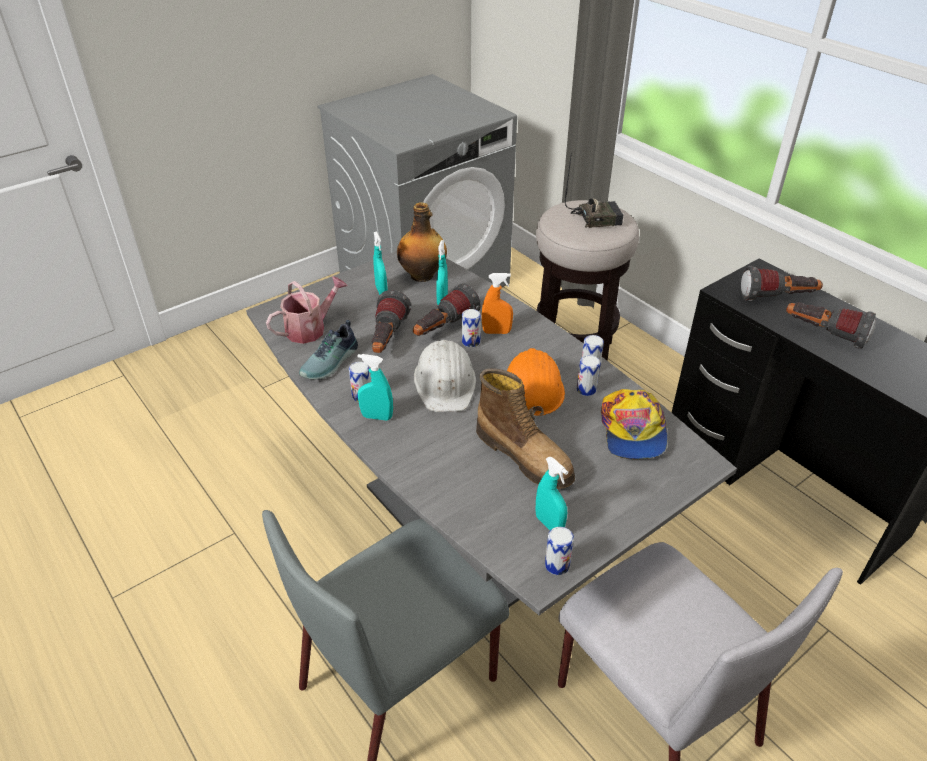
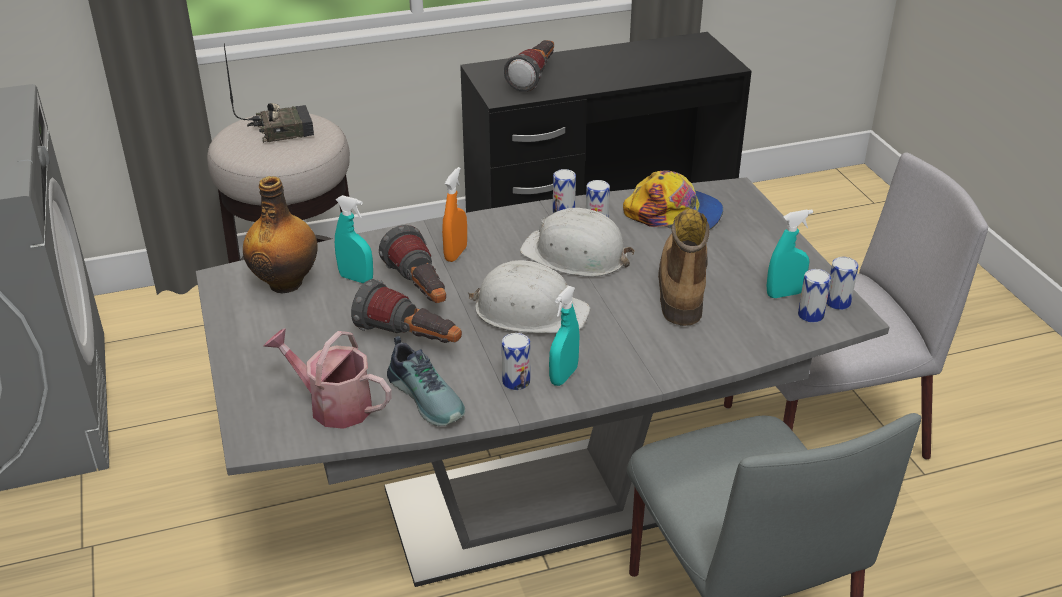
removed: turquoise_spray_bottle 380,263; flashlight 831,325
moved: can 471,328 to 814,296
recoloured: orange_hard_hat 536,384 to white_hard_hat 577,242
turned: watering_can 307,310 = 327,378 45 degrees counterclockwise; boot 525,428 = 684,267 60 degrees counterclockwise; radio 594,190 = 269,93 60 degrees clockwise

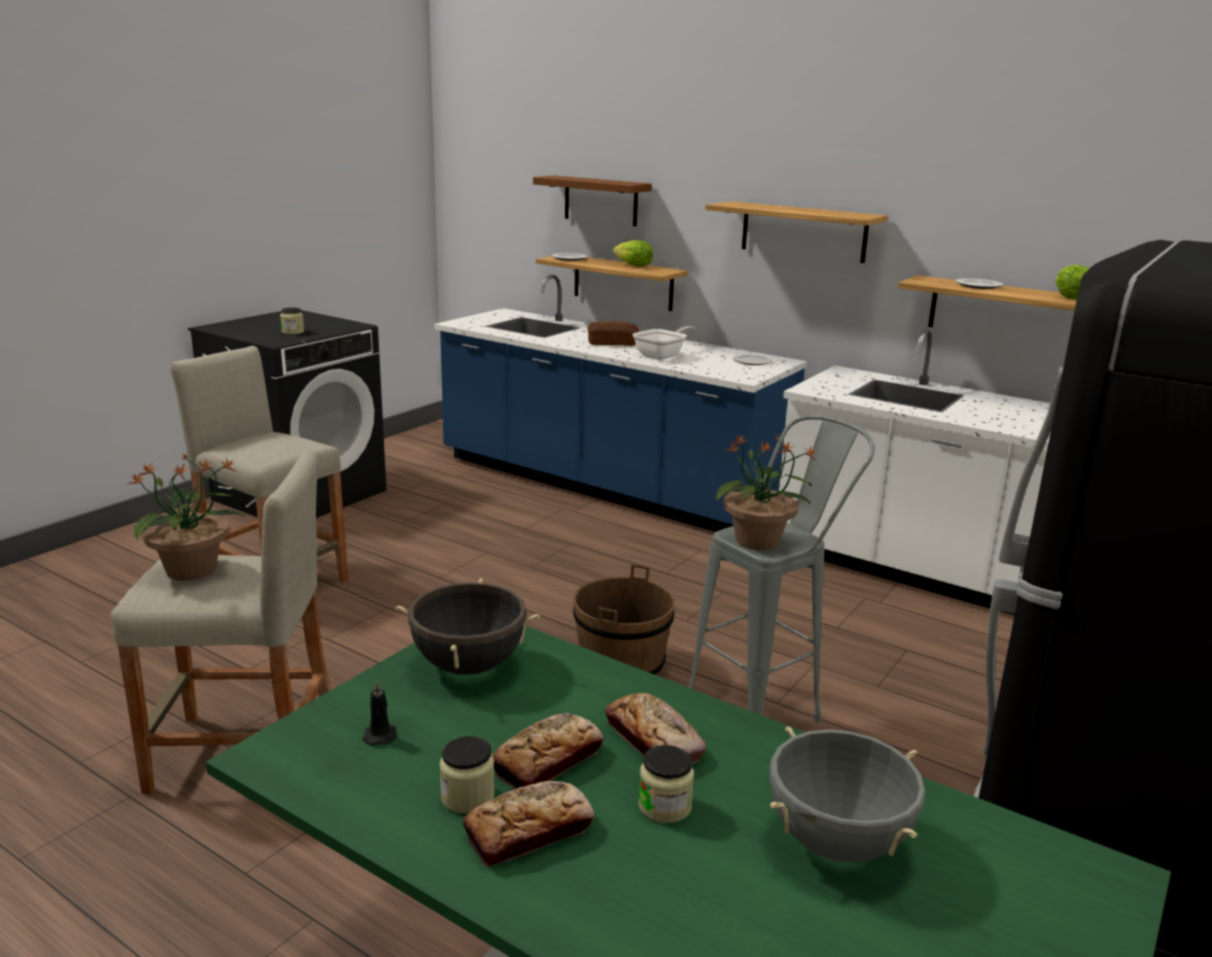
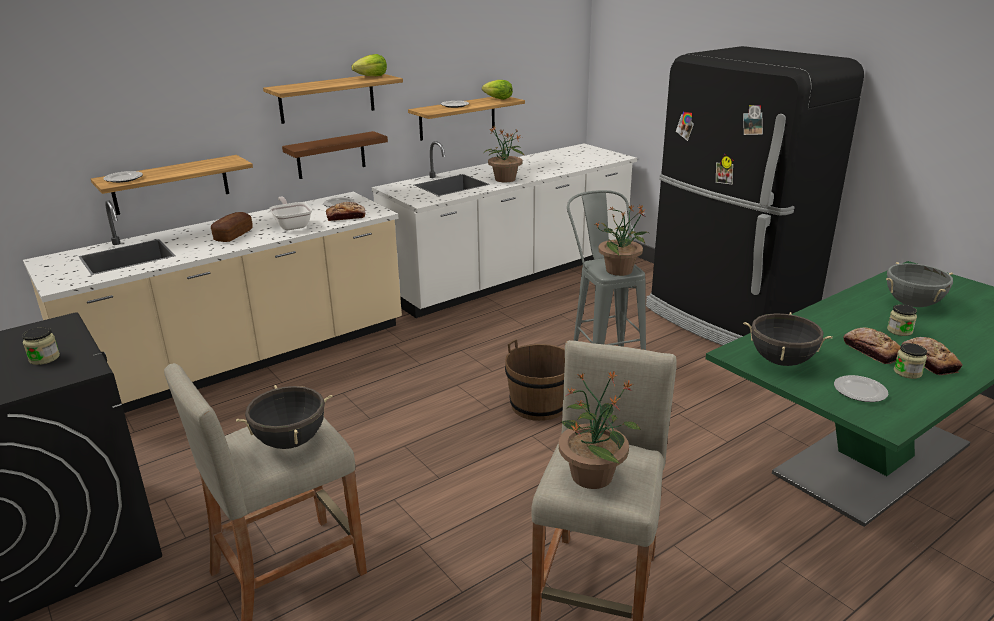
added: black_cooking_pot 284,417; potted_plant 504,154
moved: brown_shelf 592,201 to 335,155; bread 655,728 to 346,211; lettuce 633,253 to 369,65
replaced: black_candle 379,713 to plate 861,388
recoloured: blue_counter 620,403 to beige_counter 212,302

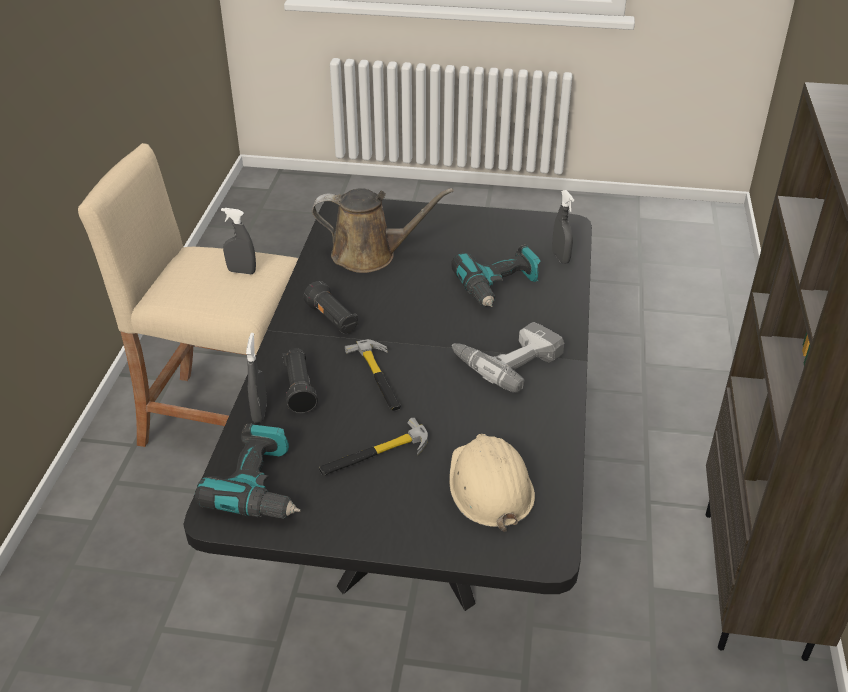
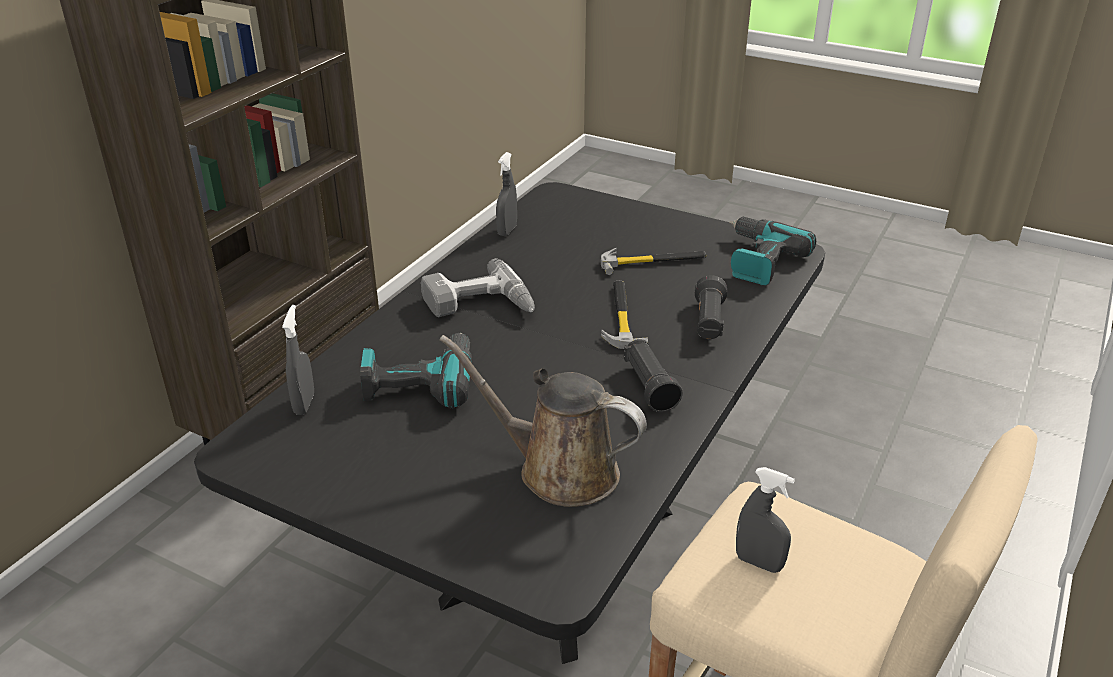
removed: beige_hard_hat 492,483
moved: grey_spray_bottle 256,378 to 506,194

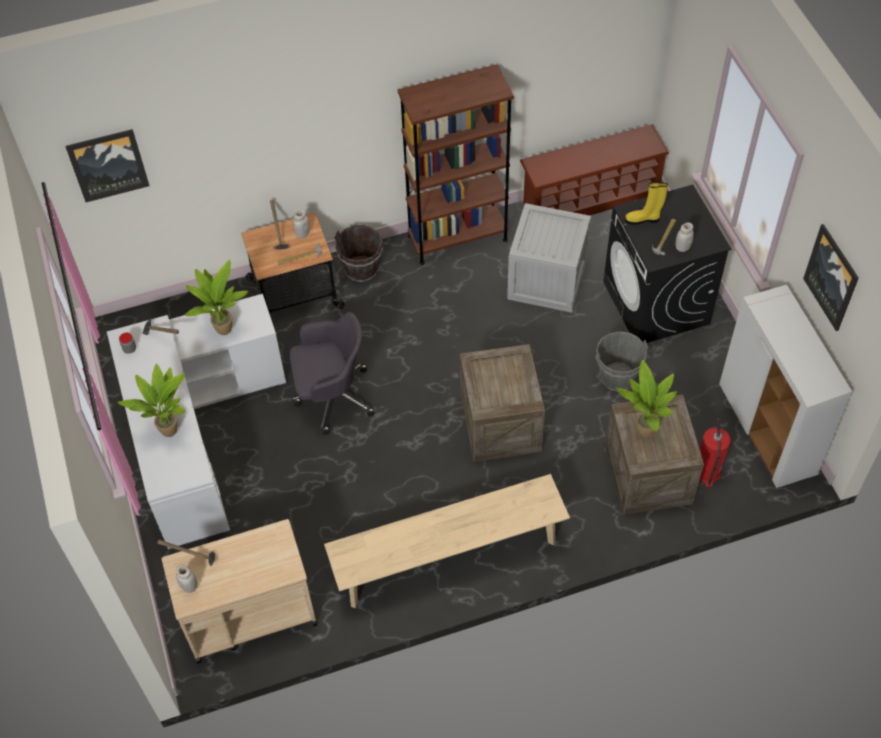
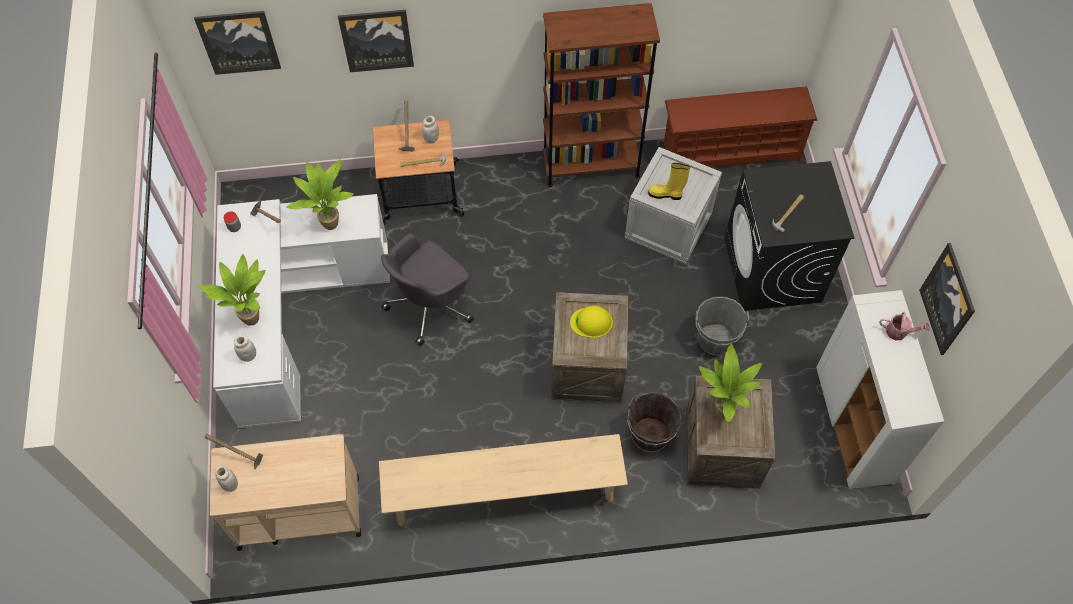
removed: fire_extinguisher 715,452
added: picture 376,41; yellow_hard_hat 591,322; watering_can 904,326
moved: brown_bucket 358,253 to 654,422; yellow_boot 646,203 to 669,181; white_jar 684,237 to 245,348
turned: grey_office_chair 332,373 = 427,289 135 degrees clockwise

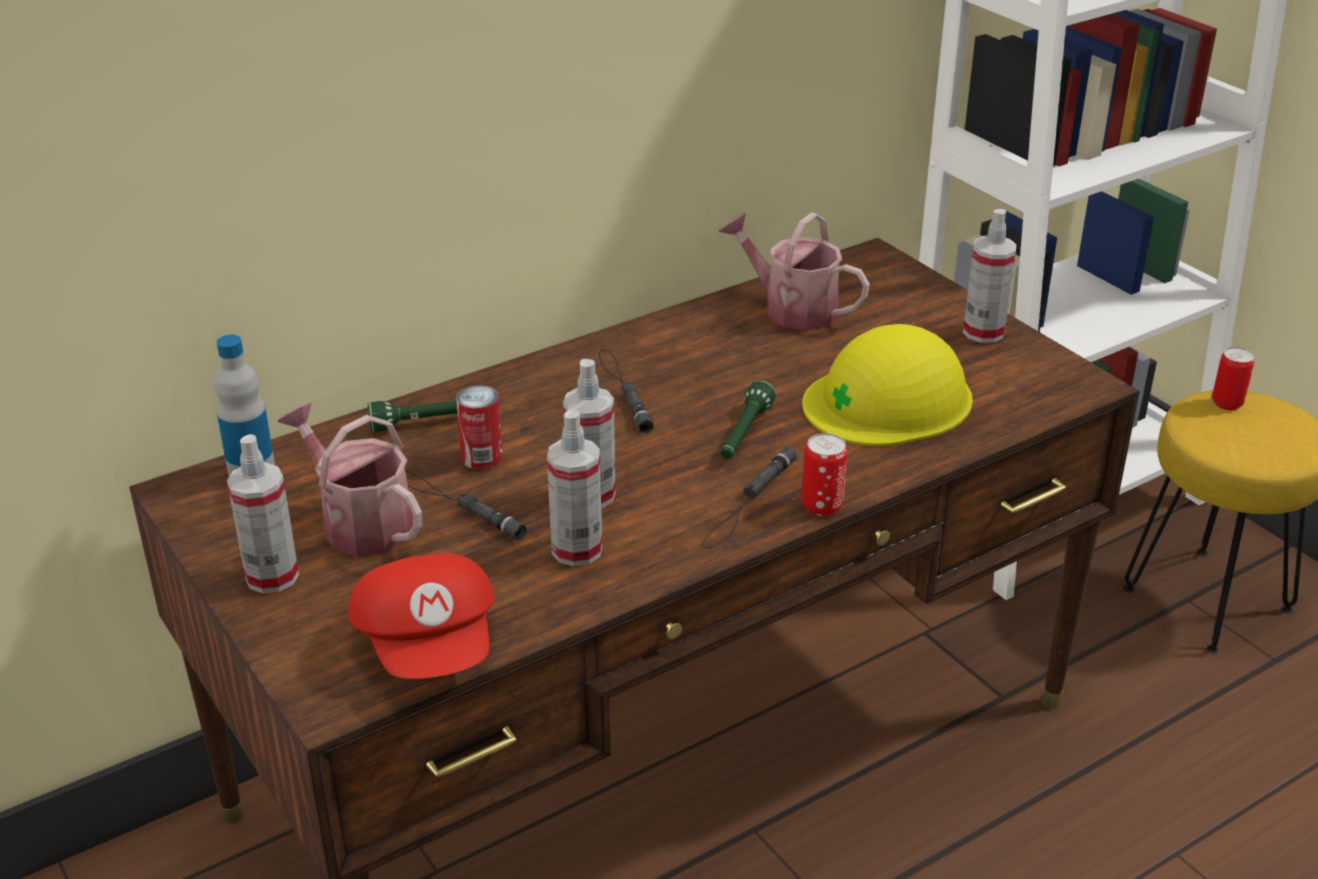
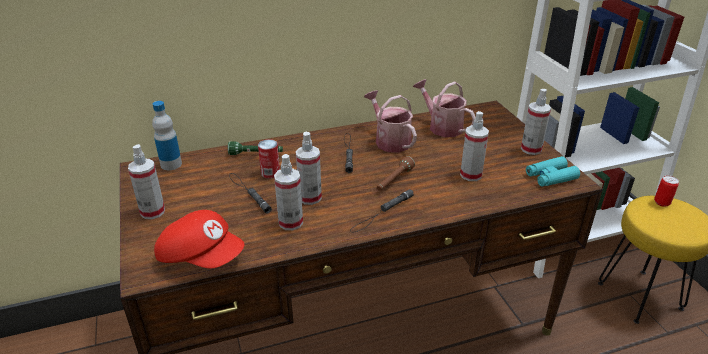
removed: can 824,474
added: turquoise_binoculars 553,171
moved: watering_can 350,479 to 390,121
replaced: yellow_hard_hat 887,385 to spray_bottle 474,146
recoloured: green_flashlight 748,419 to brown_flashlight 396,173
turned: red_cap 421,616 = 199,239 60 degrees counterclockwise

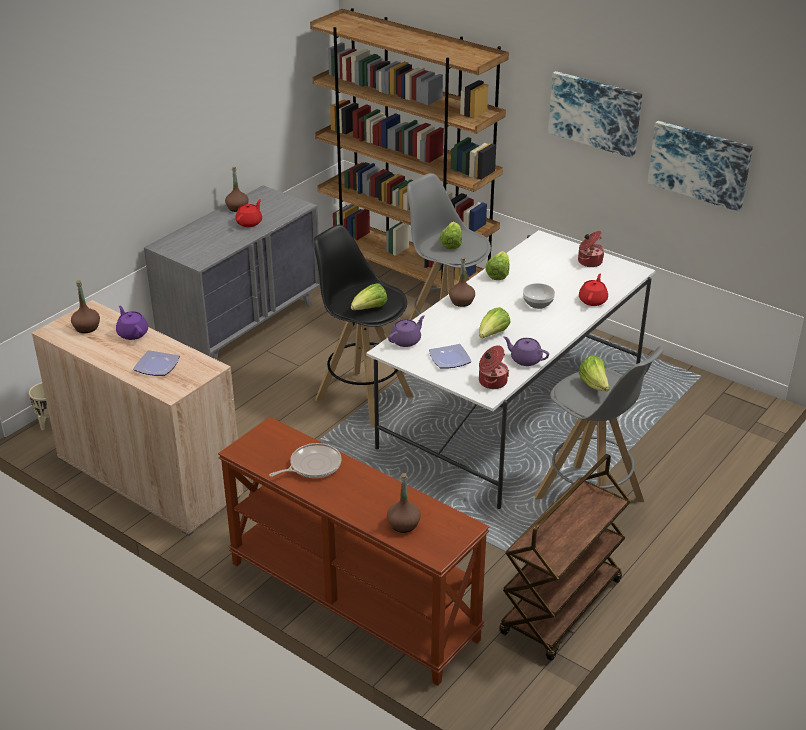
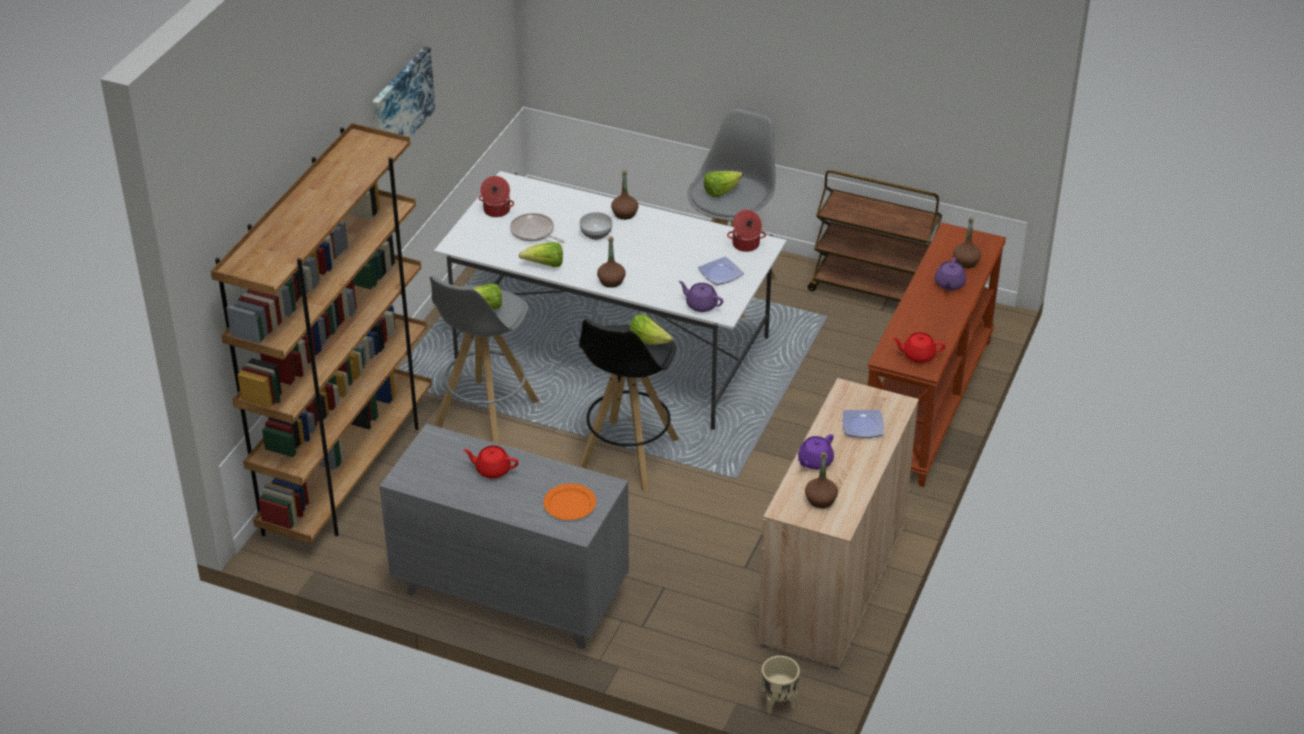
removed: lettuce 495,322; picture 700,166
added: orange_plate 569,501
moved: brown_bottle 237,189 to 624,195; frying_pan 305,460 to 537,228; purple_teapot 526,351 to 950,273; red_teapot 593,289 to 918,347

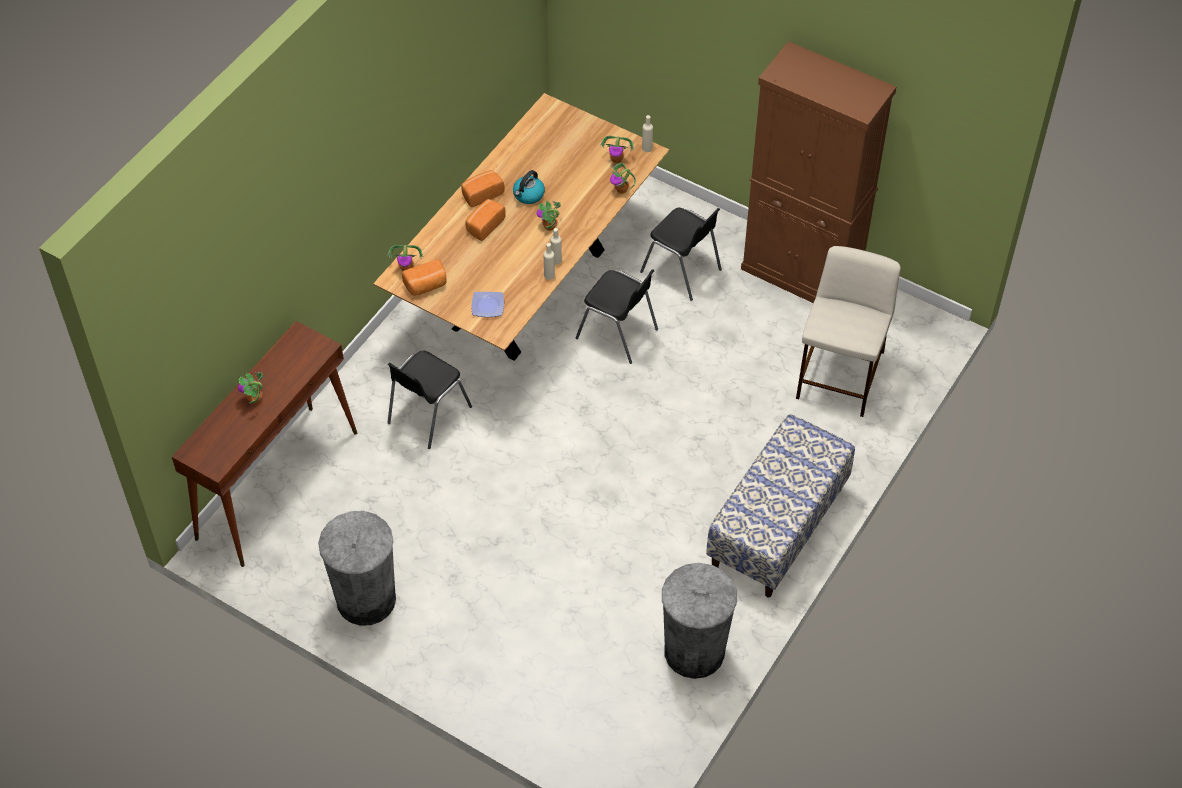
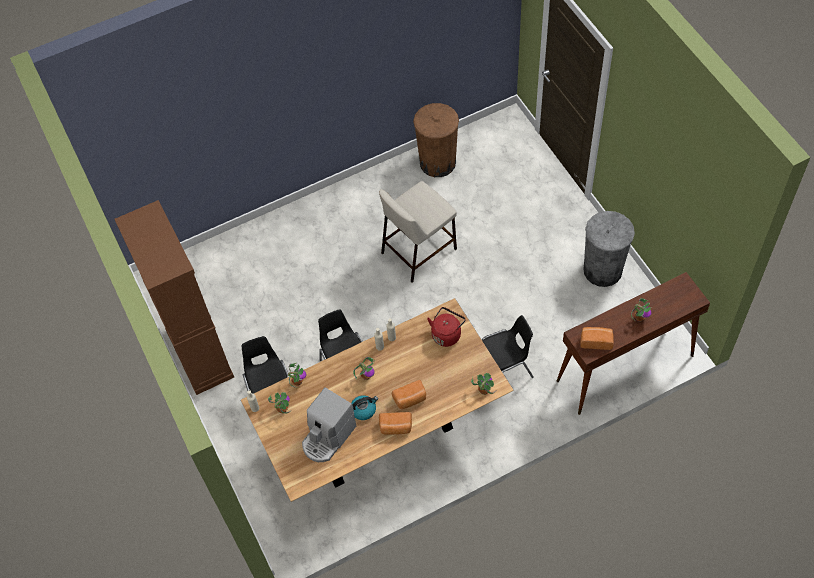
removed: bench 780,506
added: coffee_machine 329,425
moved: bread 424,277 to 597,338; beige_stool 848,331 to 418,232
replaced: plate 488,304 to red_kettle 446,327
recoloured: grey_trash_can 699,621 to brown_trash_can 436,140

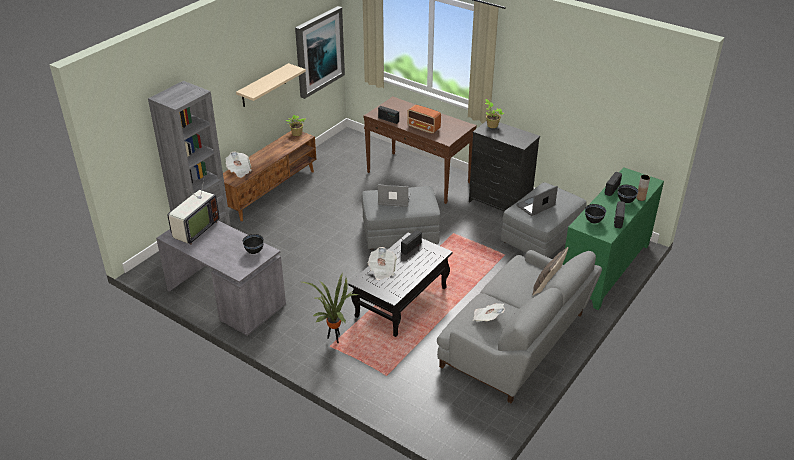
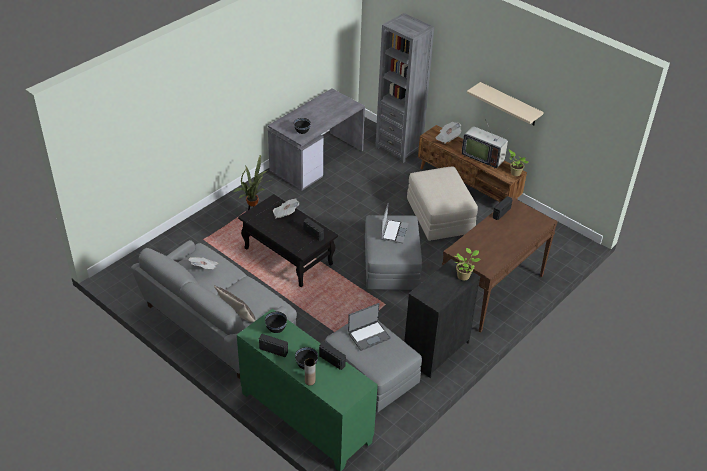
removed: picture 320,52; radio 424,119
added: beige_ottoman 442,204
moved: television 193,207 to 485,145
turned: laptop 537,201 = 369,327 90 degrees clockwise

